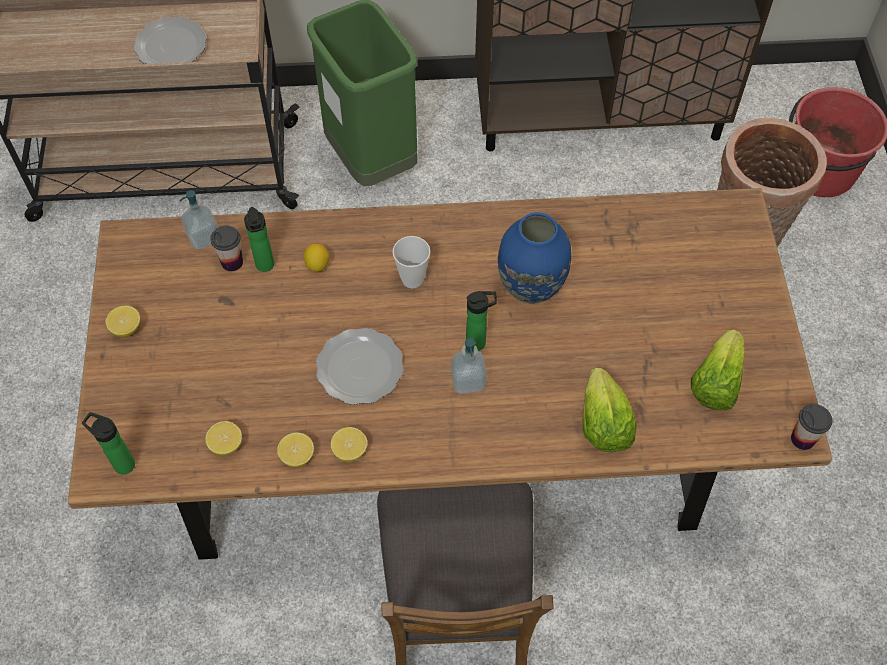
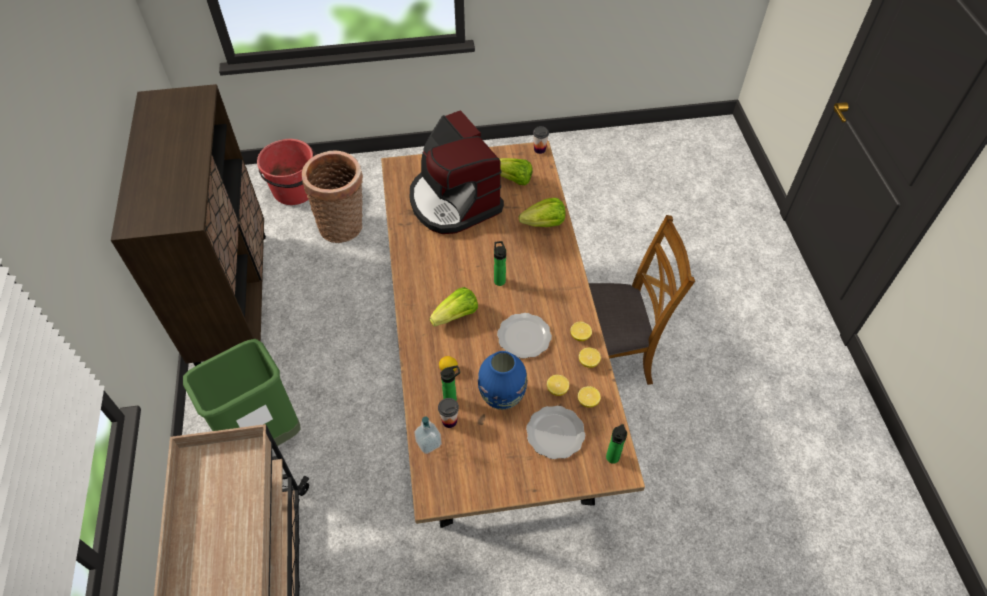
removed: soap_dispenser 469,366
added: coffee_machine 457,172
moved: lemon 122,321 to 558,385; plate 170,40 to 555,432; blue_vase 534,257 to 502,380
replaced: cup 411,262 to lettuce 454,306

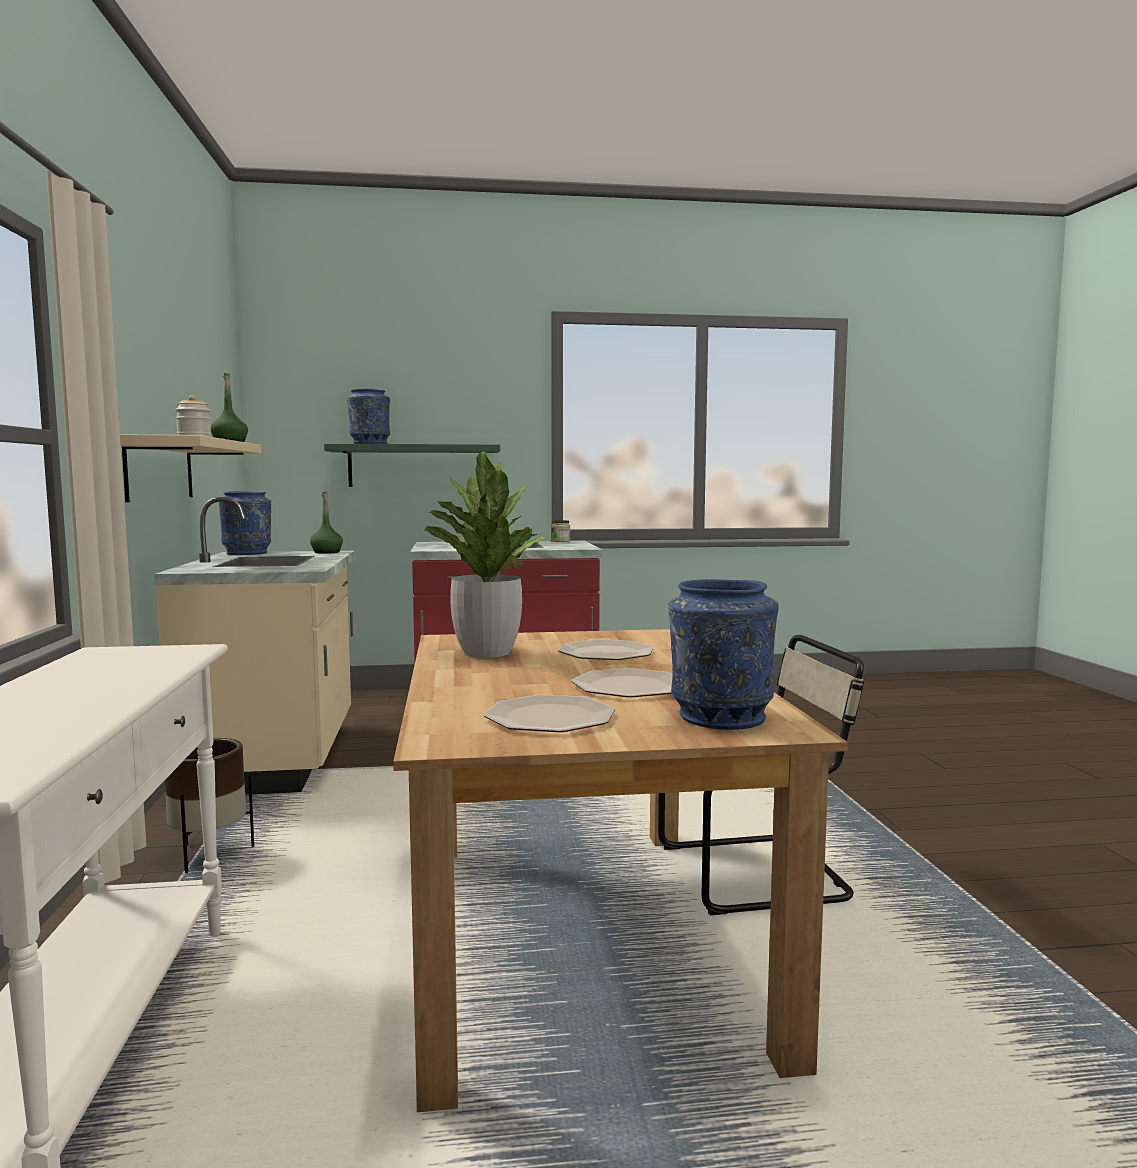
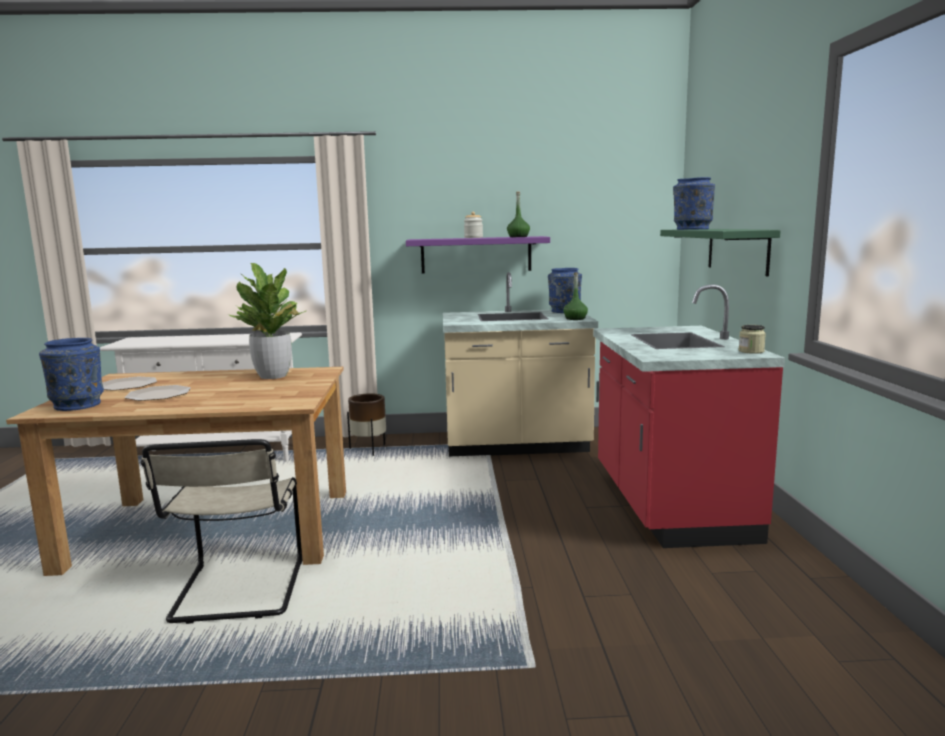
removed: plate 606,649
recoloured: beige_shelf 190,468 to purple_shelf 478,254

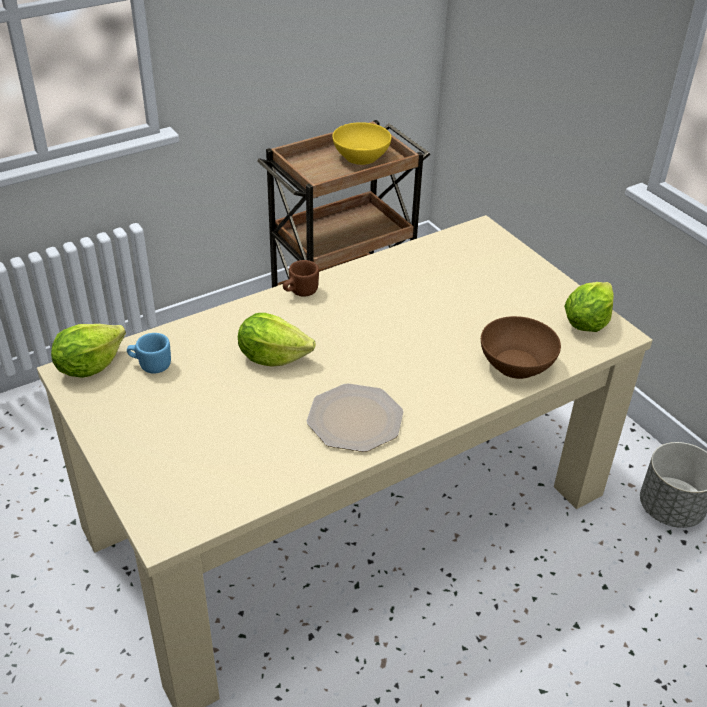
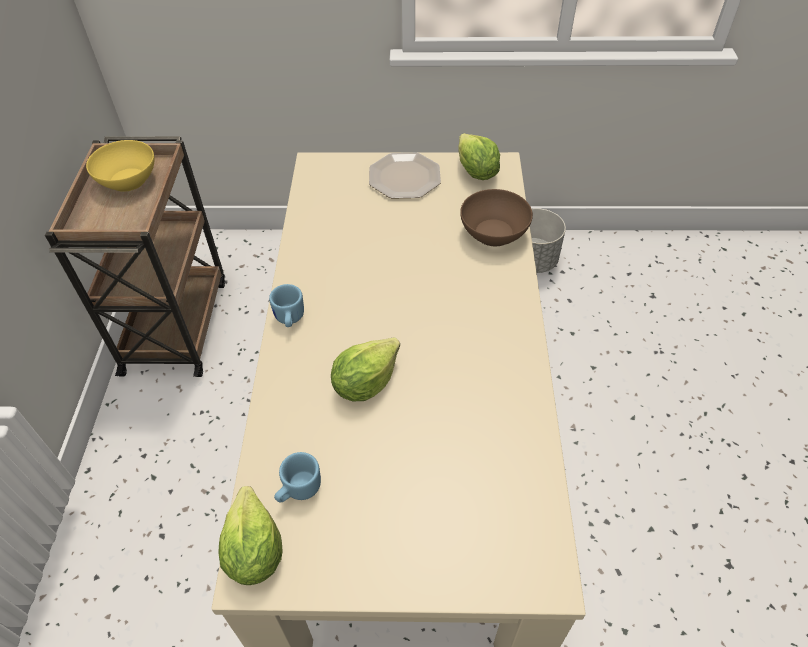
moved: plate 355,417 to 405,176
recoloured: brown_mug 301,278 to blue_mug 286,305

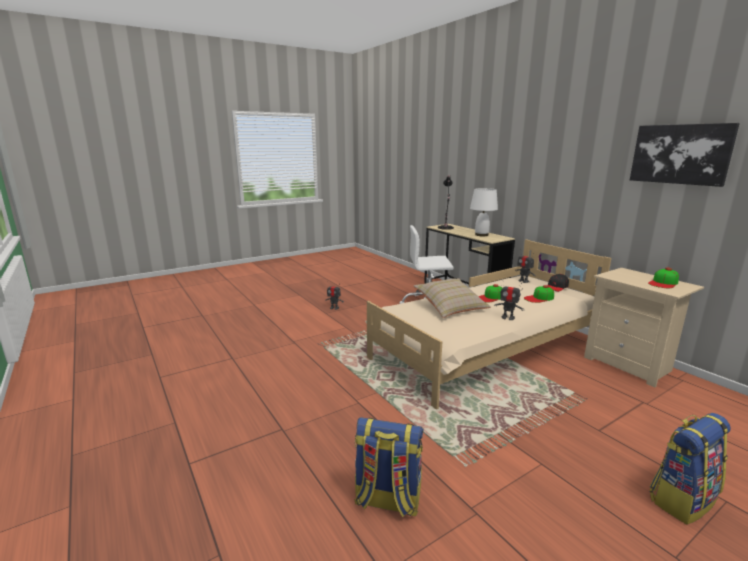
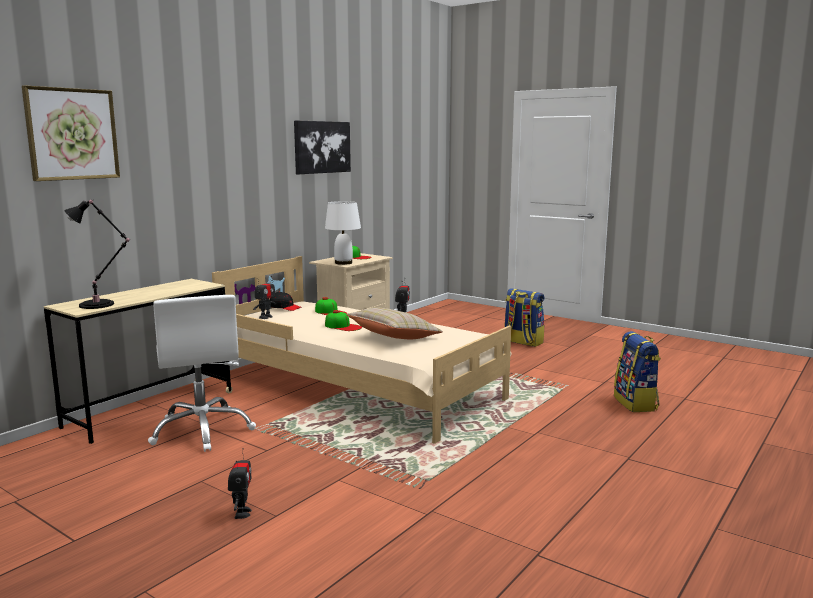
added: picture 71,133
moved: white_table_lamp 484,212 to 343,233

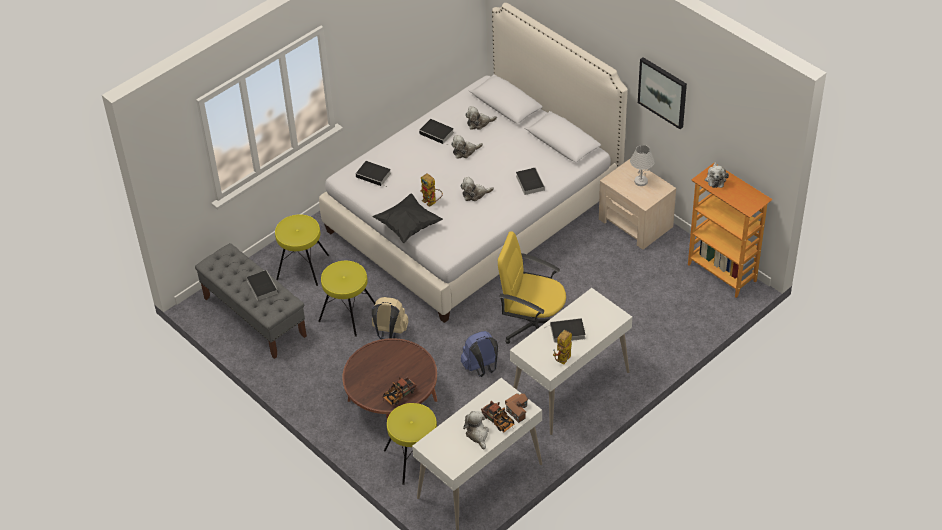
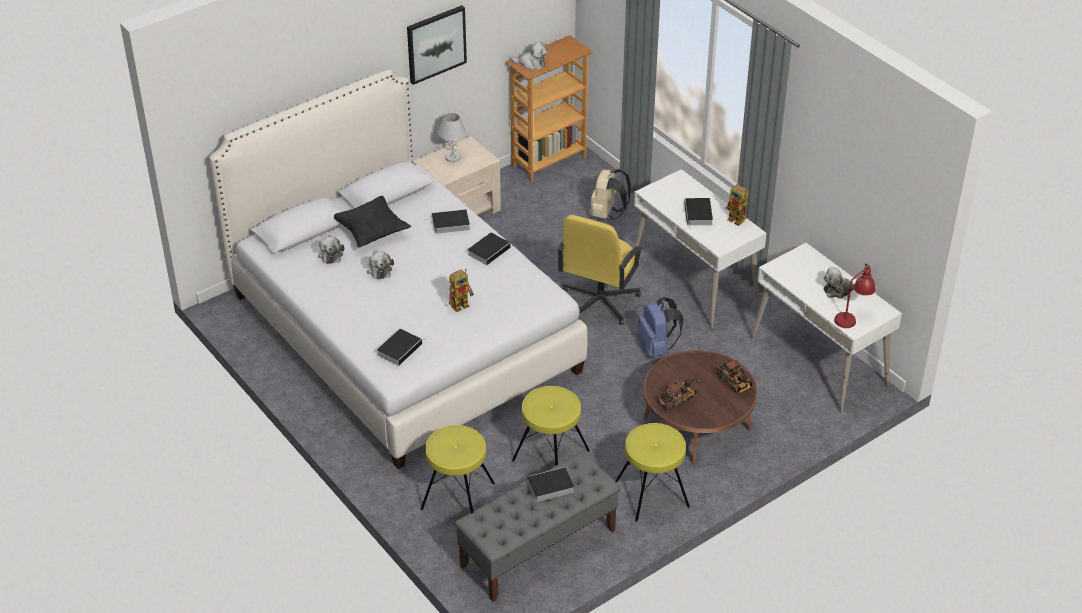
removed: plush_toy 477,189; toy_house 516,408
added: red_table_lamp 854,295
moved: black_pillow 407,218 to 373,222; beige_backpack 390,318 to 610,194; yellow_stool 410,444 to 652,472; book 436,131 to 490,248; toy_truck 497,416 to 677,393

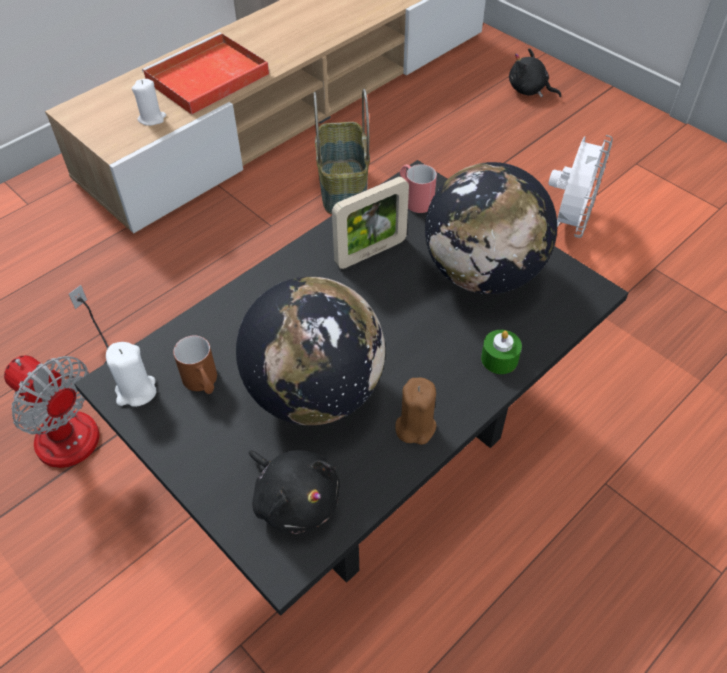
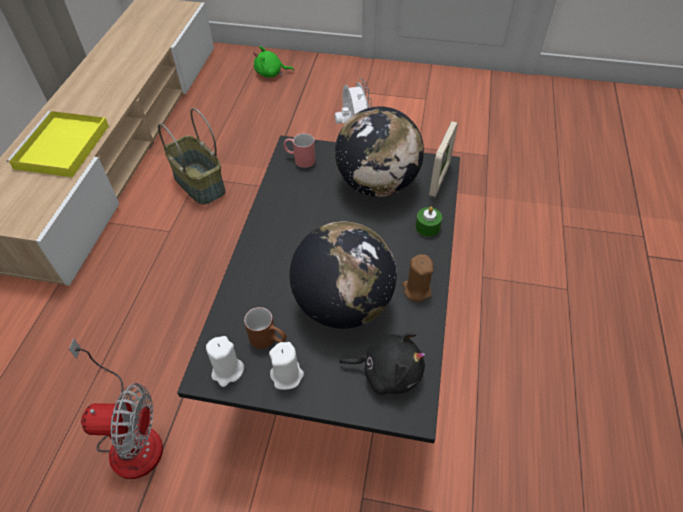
moved: white_candle 149,102 to 286,366; picture_frame 370,223 to 443,159
recoloured: red_tray 205,73 to yellow_tray 57,144; black_plush_toy 535,72 to green_plush_toy 274,62

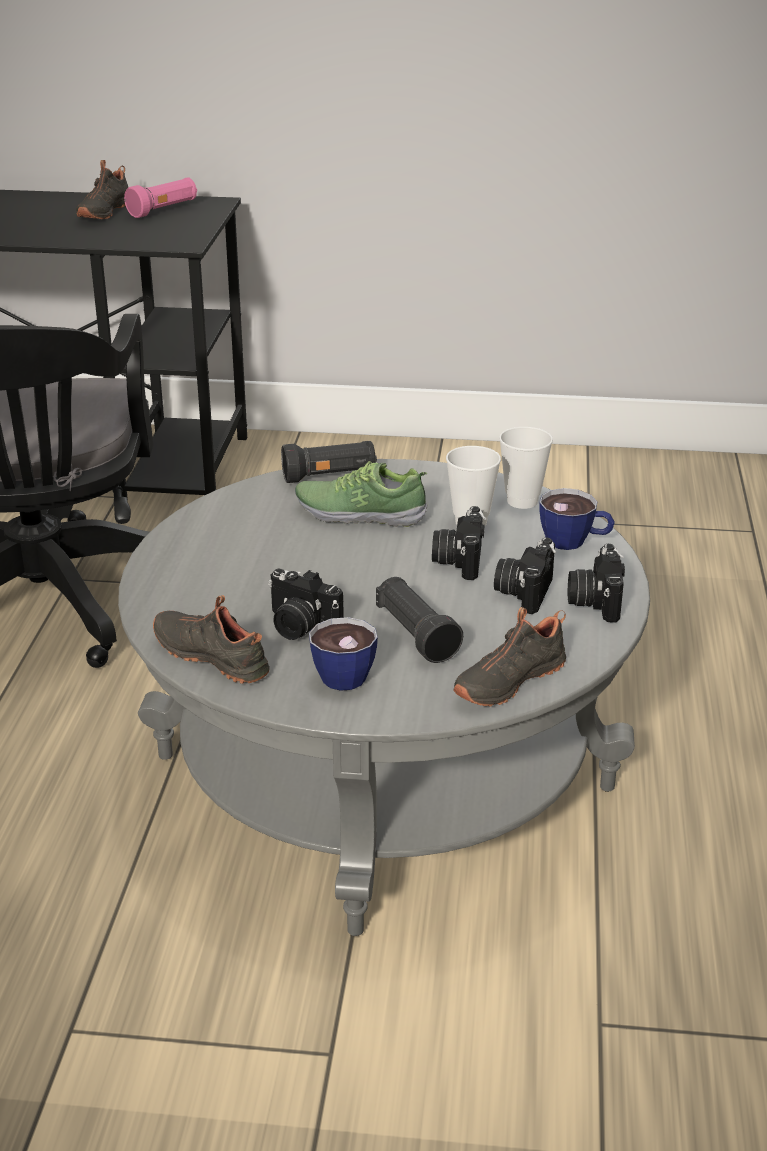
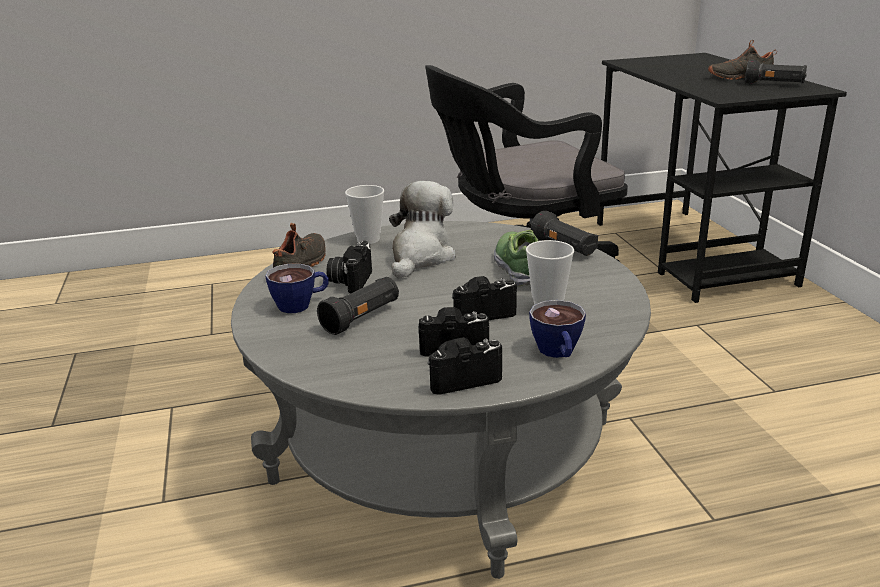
removed: black_shoe 510,656
added: plush_toy 422,230
moved: cup 526,468 to 364,214
recoloured: pink_flashlight 160,197 to black_flashlight 776,71

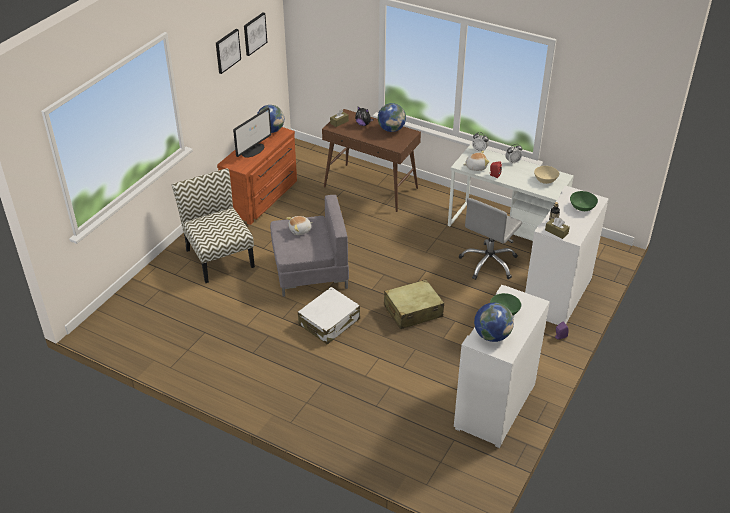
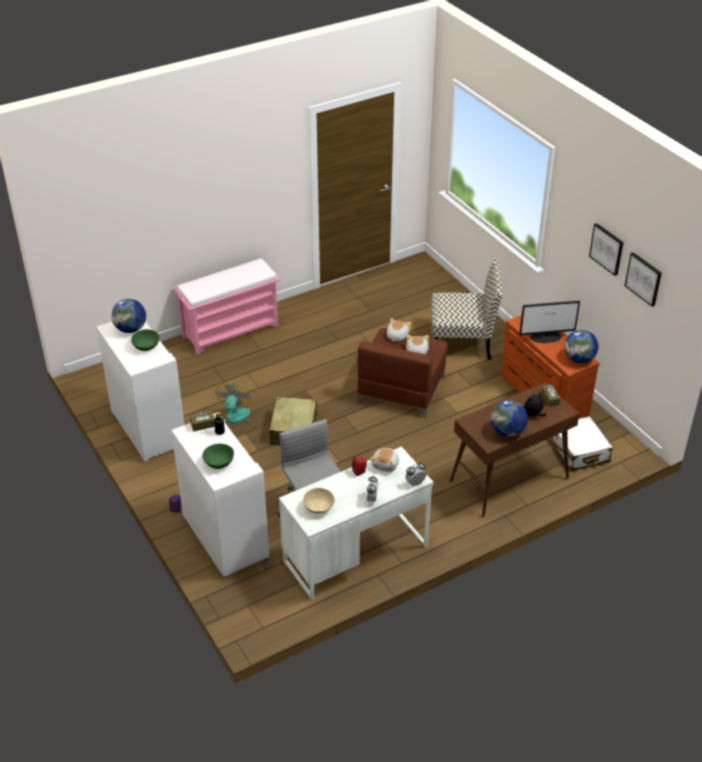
added: pink_bench 227,306; fan 235,407; plush_toy 399,329
moved: white_suitcase 329,315 to 582,443
recoloured: grey_armchair 309,246 to brown_armchair 402,373
turned: monitor 252,132 = 549,322 75 degrees counterclockwise

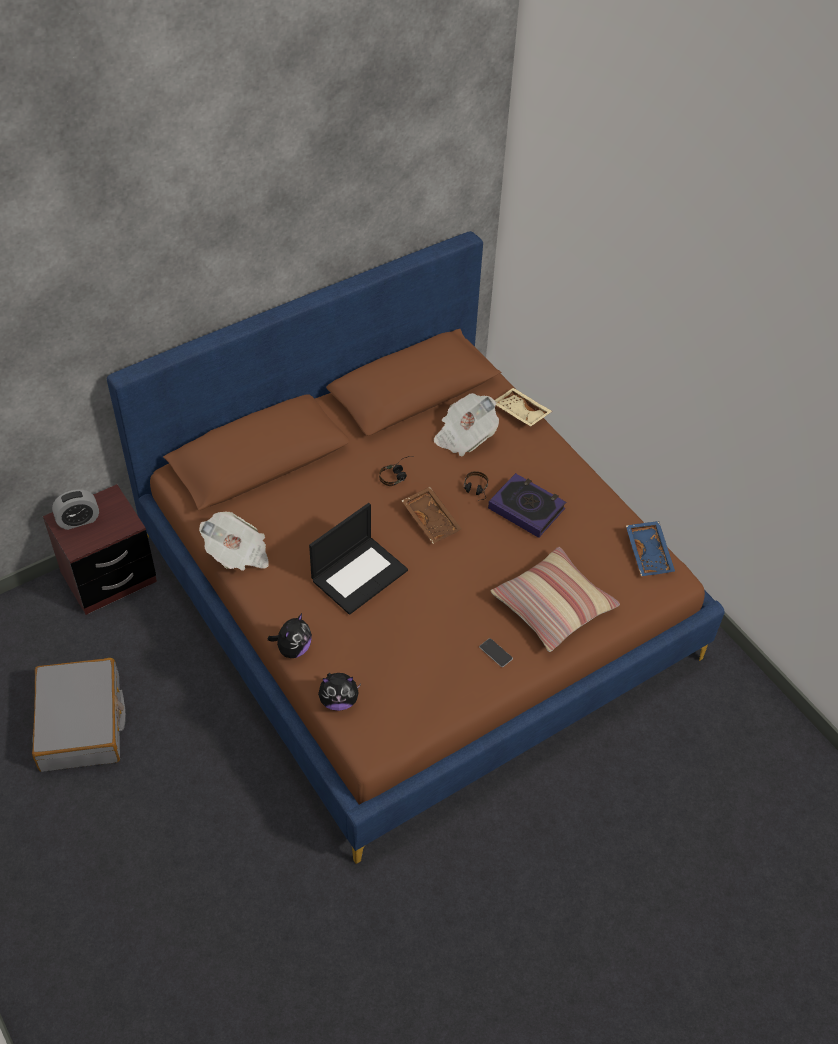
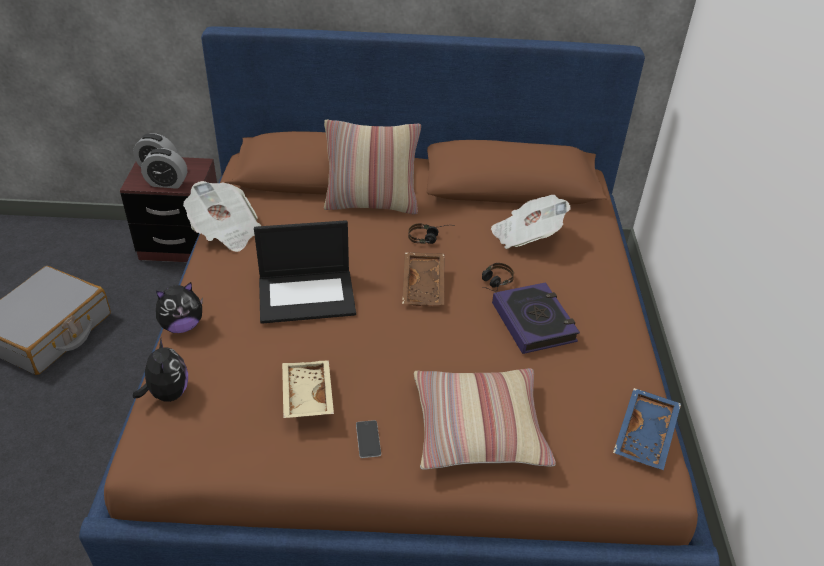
added: alarm_clock 164,168; pillow 372,167
moved: beige_tray 524,407 to 308,389
turned: plush_toy 339,692 = 160,369 135 degrees counterclockwise

